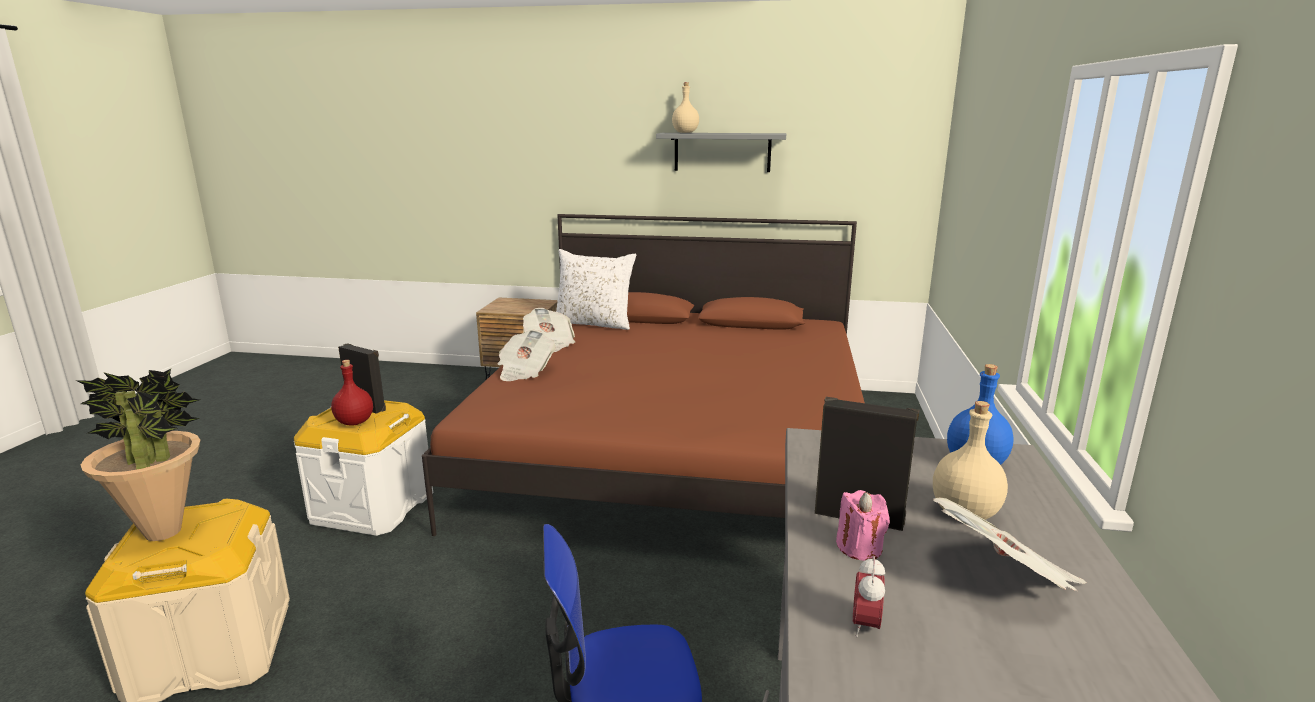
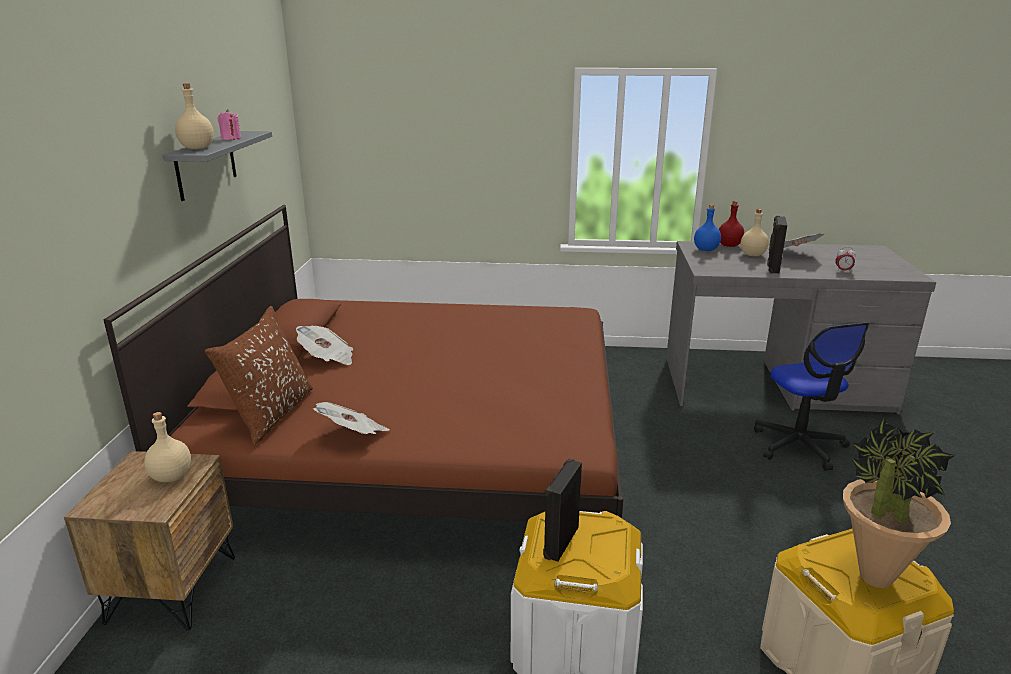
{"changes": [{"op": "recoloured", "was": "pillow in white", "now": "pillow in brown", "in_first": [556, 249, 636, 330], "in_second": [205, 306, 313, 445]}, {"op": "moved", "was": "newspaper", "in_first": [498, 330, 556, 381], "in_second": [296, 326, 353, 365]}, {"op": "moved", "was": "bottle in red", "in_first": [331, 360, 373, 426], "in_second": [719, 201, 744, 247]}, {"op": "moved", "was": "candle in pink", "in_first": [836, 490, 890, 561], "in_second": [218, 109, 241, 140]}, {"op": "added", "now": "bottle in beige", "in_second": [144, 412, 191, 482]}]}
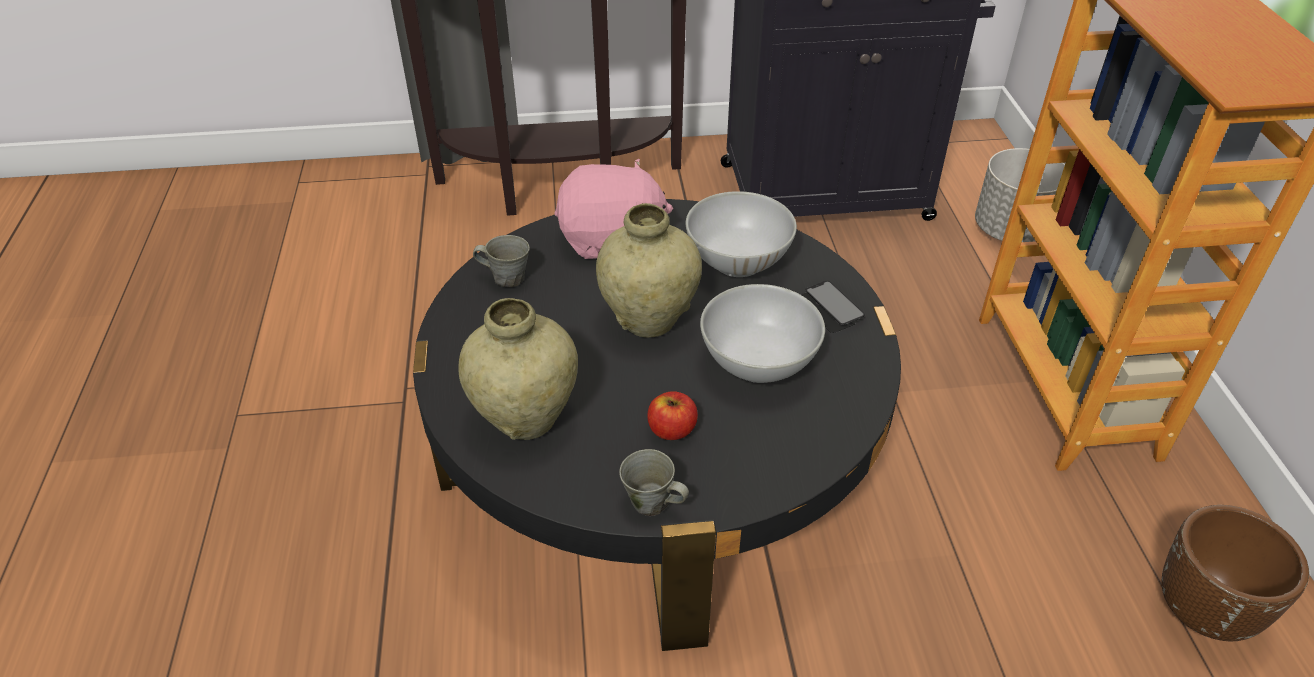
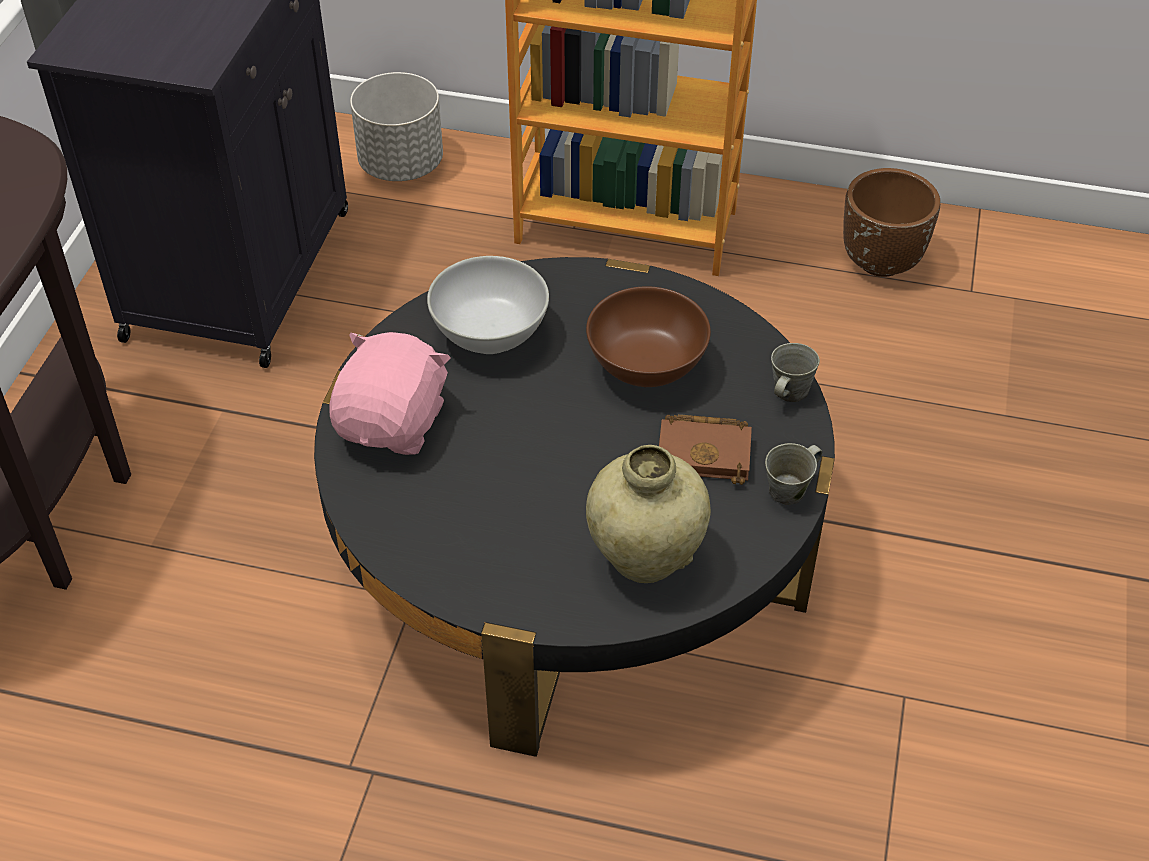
{"changes": [{"op": "removed", "was": "vase in beige", "in_first": [596, 203, 702, 338]}, {"op": "moved", "was": "mug in grey", "in_first": [473, 235, 530, 287], "in_second": [771, 343, 820, 402]}, {"op": "removed", "was": "phone", "in_first": [801, 281, 865, 333]}, {"op": "recoloured", "was": "bowl in white", "now": "bowl in brown", "in_first": [700, 284, 825, 383], "in_second": [586, 286, 711, 387]}, {"op": "replaced", "was": "apple", "now": "book in brown", "in_first": [647, 391, 698, 440], "in_second": [659, 414, 752, 485]}]}
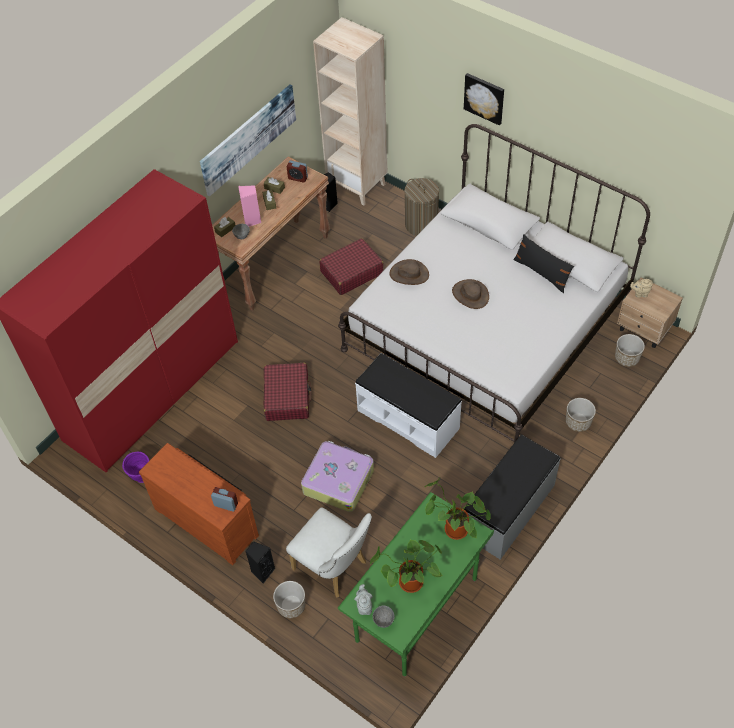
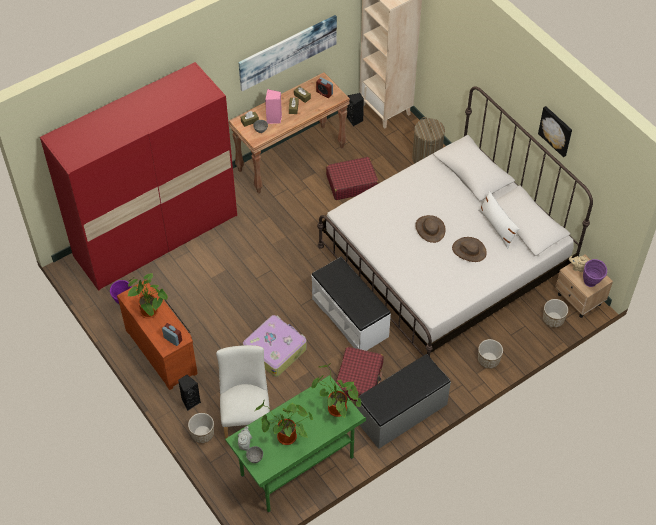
{"changes": [{"op": "moved", "was": "picture", "in_first": [464, 73, 504, 125], "in_second": [538, 106, 572, 157]}, {"op": "recoloured", "was": "pillow in black", "now": "pillow in white", "in_first": [513, 234, 574, 293], "in_second": [478, 191, 519, 249]}, {"op": "moved", "was": "hat in brown", "in_first": [389, 259, 429, 285], "in_second": [452, 237, 487, 262]}, {"op": "moved", "was": "suitcase in red", "in_first": [263, 363, 312, 421], "in_second": [336, 347, 384, 401]}, {"op": "turned", "was": "chair in white", "in_first": [286, 507, 372, 598], "in_second": [216, 345, 270, 441], "clockwise": -150}, {"op": "added", "now": "vase in purple", "in_second": [583, 259, 607, 287]}, {"op": "added", "now": "potted plant", "in_second": [128, 273, 168, 319]}]}
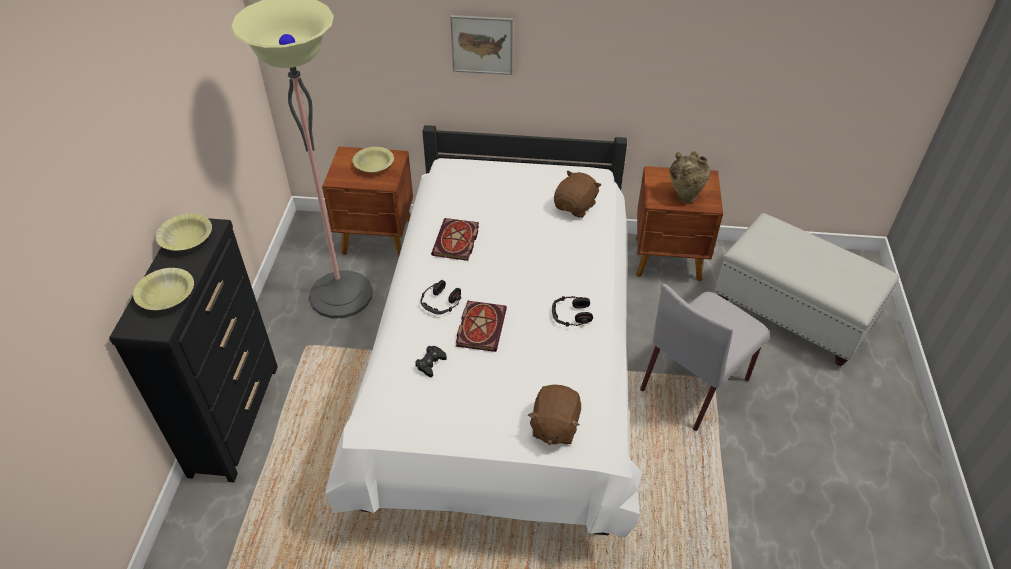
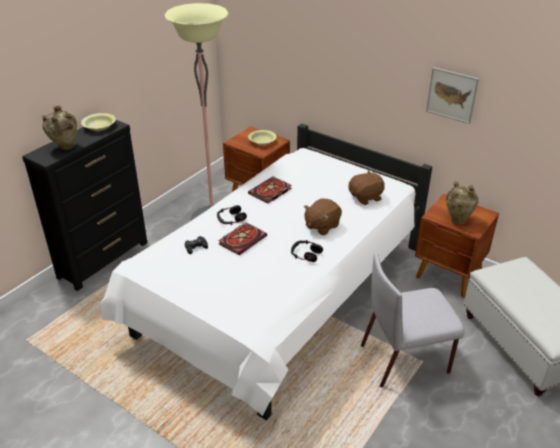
{"changes": [{"op": "moved", "was": "picture", "in_first": [450, 15, 513, 75], "in_second": [426, 67, 479, 124]}, {"op": "replaced", "was": "bowl in yellow", "now": "vase in beige", "in_first": [133, 268, 194, 310], "in_second": [42, 106, 77, 150]}, {"op": "moved", "was": "plush toy in brown", "in_first": [528, 384, 581, 445], "in_second": [304, 198, 342, 235]}]}
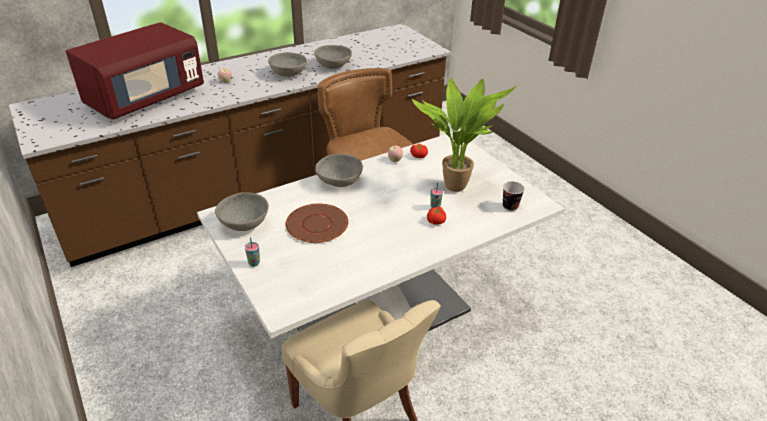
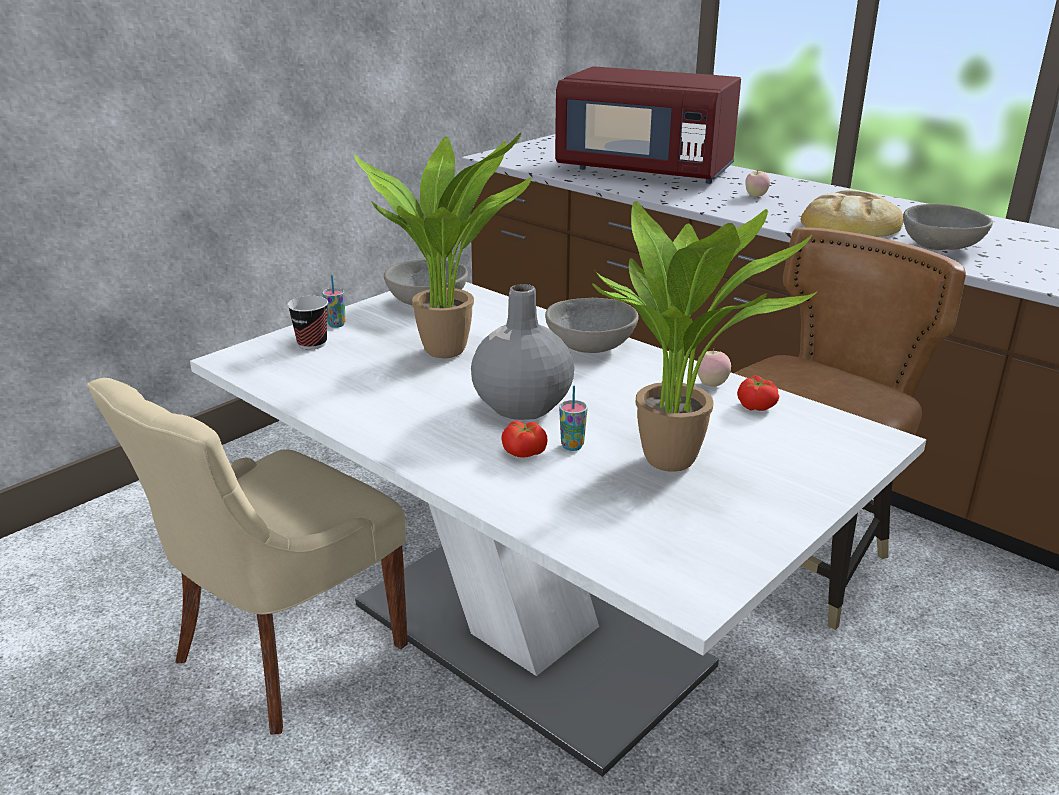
{"changes": [{"op": "replaced", "was": "bowl in grey", "now": "bread", "in_first": [268, 52, 307, 77], "in_second": [801, 190, 904, 237]}, {"op": "moved", "was": "cup", "in_first": [503, 181, 525, 211], "in_second": [287, 296, 328, 350]}, {"op": "replaced", "was": "plate in brown", "now": "potted plant", "in_first": [286, 203, 349, 243], "in_second": [354, 132, 532, 358]}, {"op": "added", "now": "vase in grey", "in_second": [471, 284, 574, 420]}]}
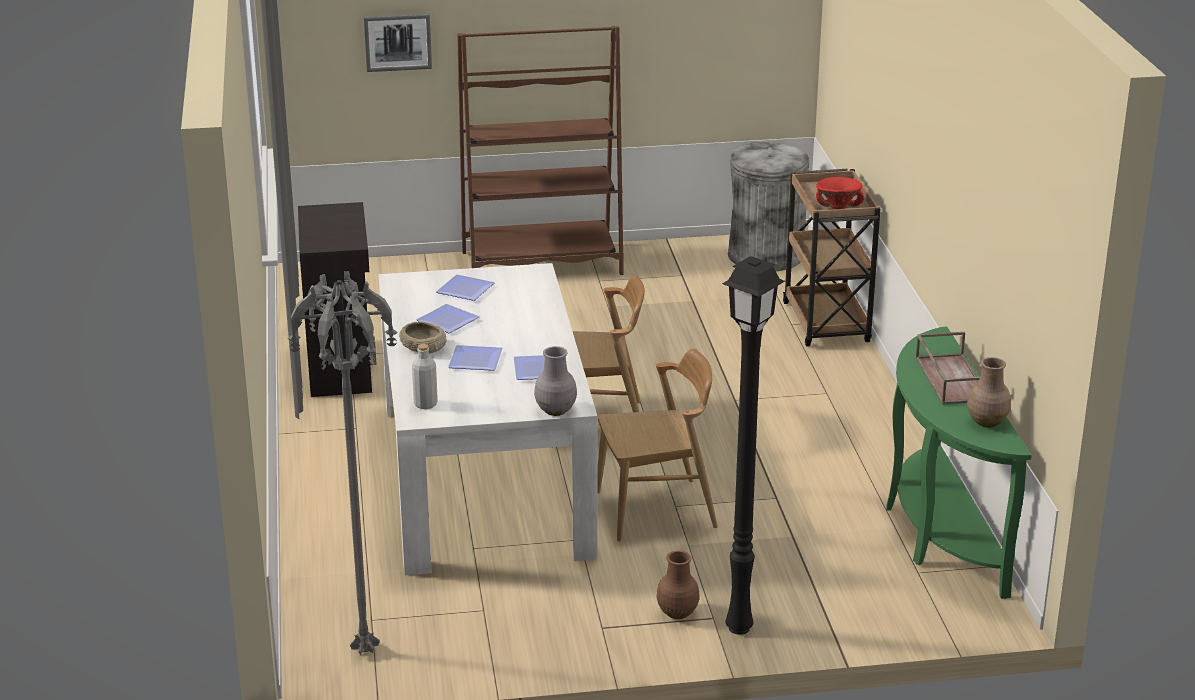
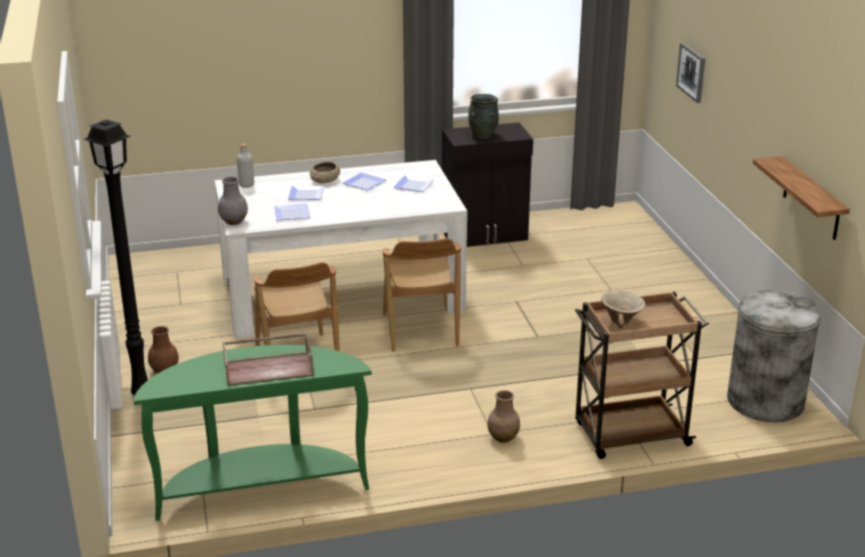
{"changes": [{"op": "removed", "was": "bookcase in brown", "in_first": [457, 26, 624, 275]}, {"op": "recoloured", "was": "bowl in red", "now": "bowl in beige", "in_first": [816, 177, 864, 209], "in_second": [601, 291, 646, 328]}, {"op": "removed", "was": "floor lamp in grey", "in_first": [288, 271, 397, 655]}, {"op": "moved", "was": "vase in brown", "in_first": [967, 357, 1011, 427], "in_second": [487, 390, 520, 443]}, {"op": "added", "now": "vase in grey", "in_second": [468, 94, 499, 139]}, {"op": "added", "now": "shelf", "in_second": [753, 156, 850, 240]}]}
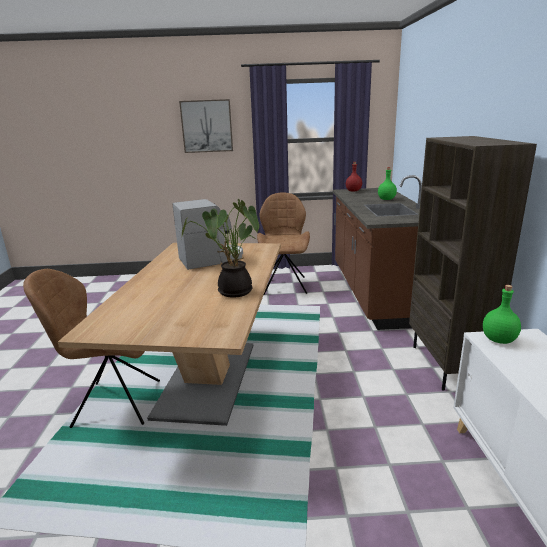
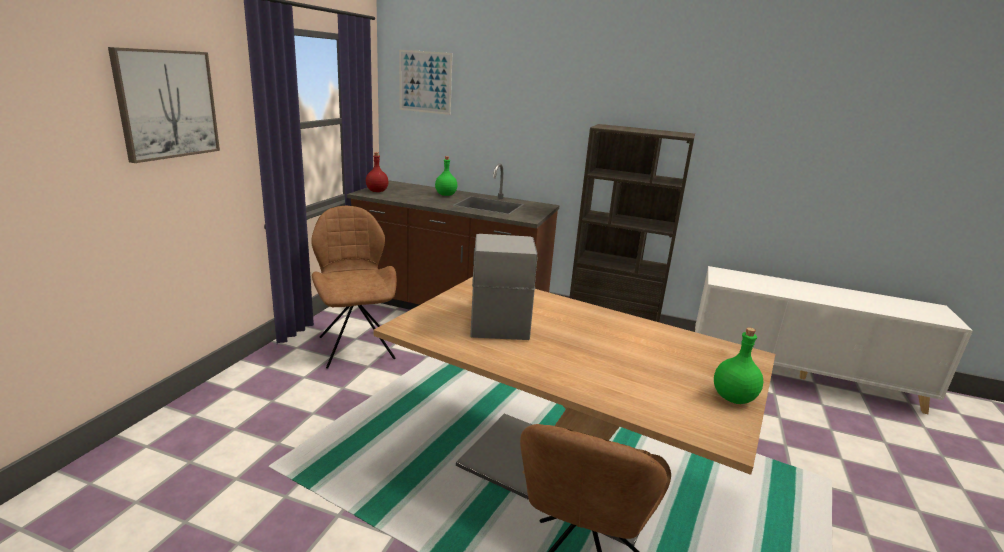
{"changes": [{"op": "turned", "was": "chair in brown", "in_first": [257, 192, 310, 295], "in_second": [311, 206, 397, 369], "clockwise": 45}, {"op": "removed", "was": "potted plant", "in_first": [182, 199, 259, 298]}, {"op": "moved", "was": "bottle in green", "in_first": [483, 285, 521, 344], "in_second": [714, 328, 763, 404]}, {"op": "added", "now": "picture", "in_second": [399, 50, 452, 115]}]}
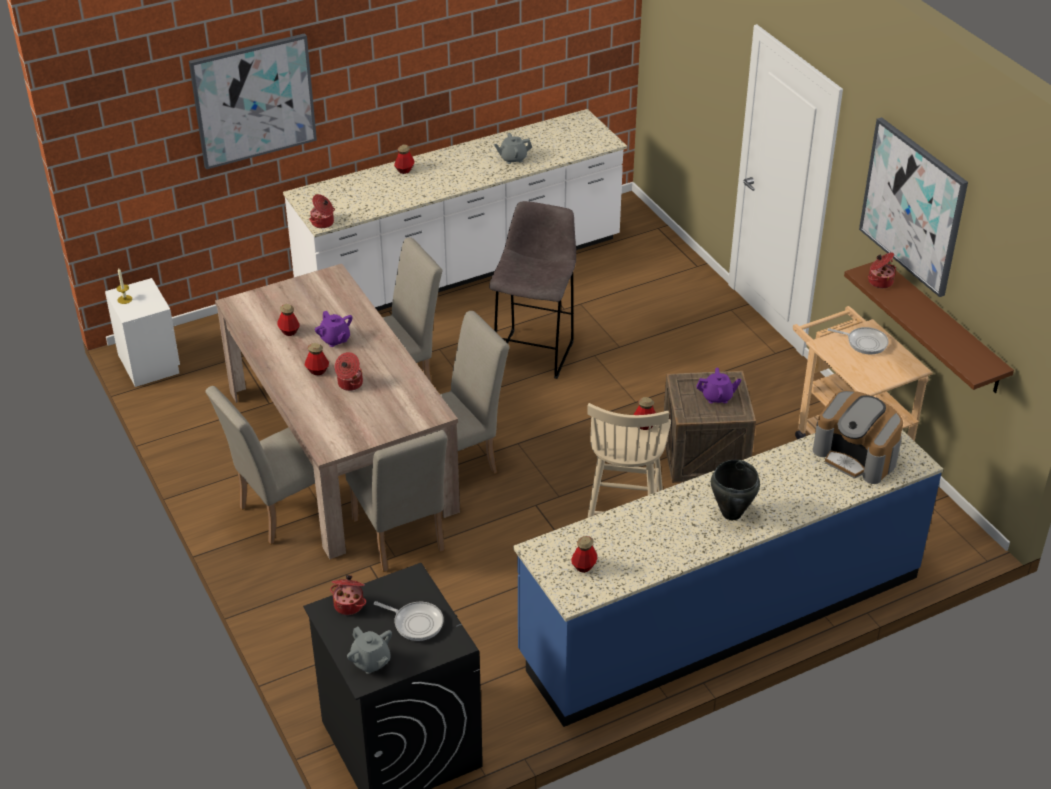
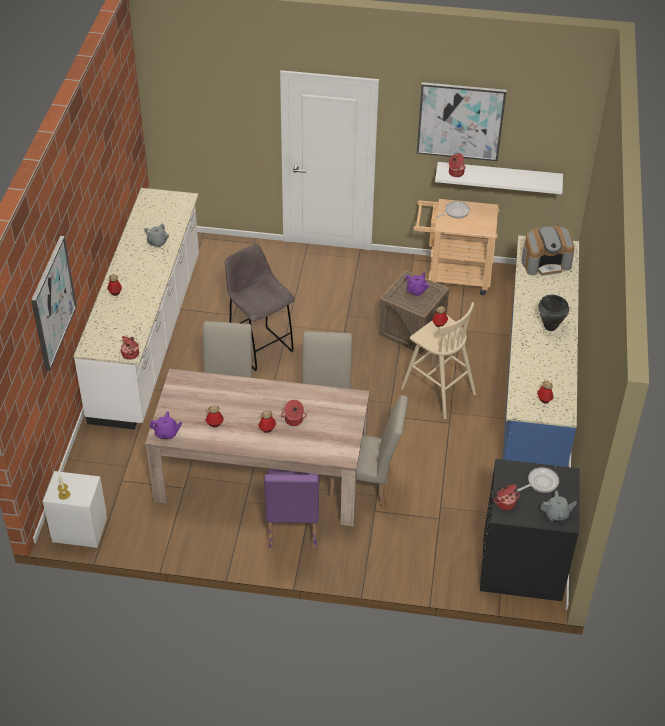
{"changes": [{"op": "recoloured", "was": "shelf in brown", "now": "shelf in white", "in_first": [844, 261, 1014, 393], "in_second": [435, 162, 563, 194]}, {"op": "moved", "was": "teapot in purple", "in_first": [315, 311, 353, 347], "in_second": [150, 411, 182, 439]}, {"op": "recoloured", "was": "chair in beige", "now": "chair in purple", "in_first": [205, 386, 315, 544], "in_second": [264, 469, 319, 548]}]}
